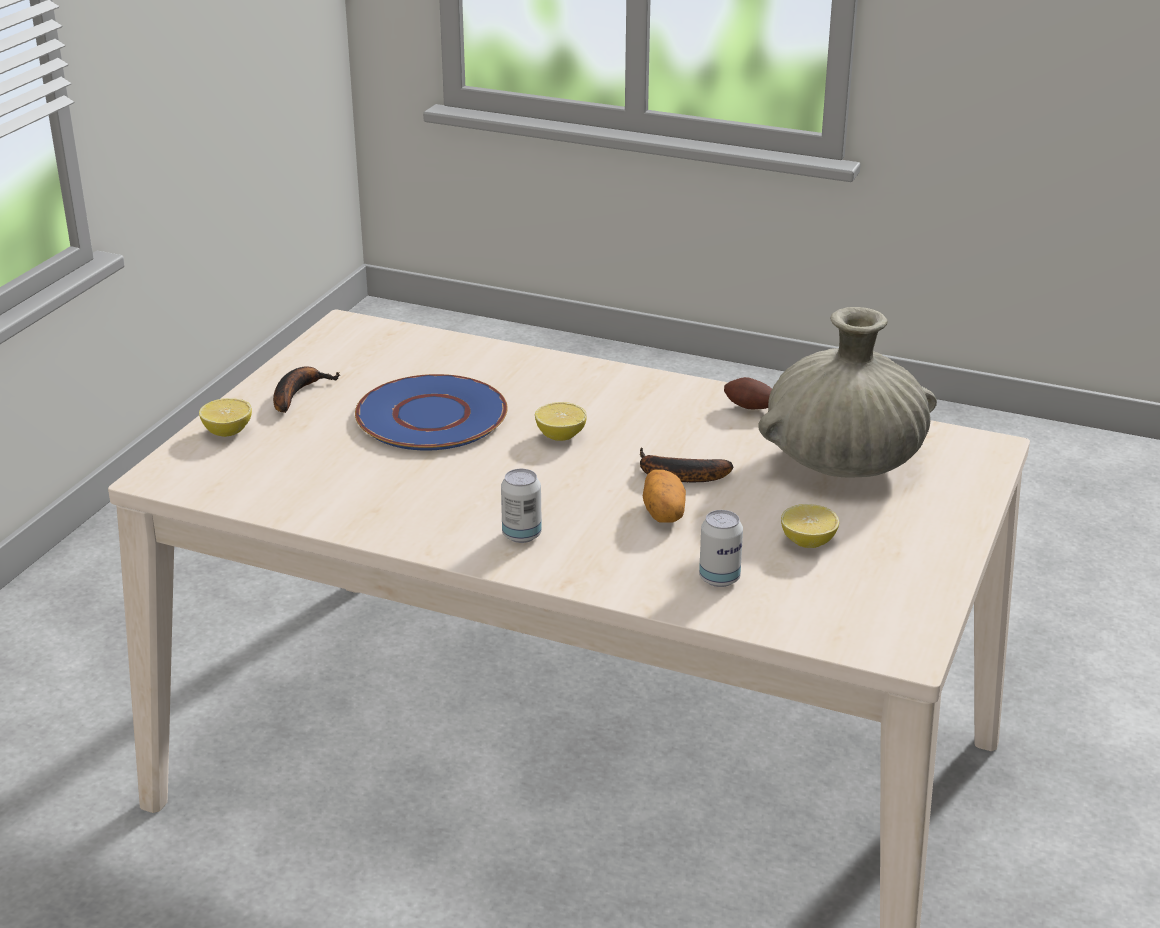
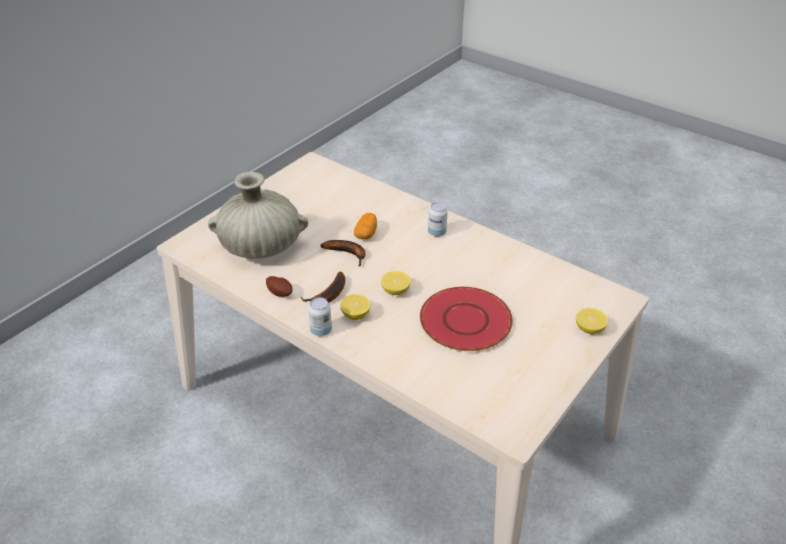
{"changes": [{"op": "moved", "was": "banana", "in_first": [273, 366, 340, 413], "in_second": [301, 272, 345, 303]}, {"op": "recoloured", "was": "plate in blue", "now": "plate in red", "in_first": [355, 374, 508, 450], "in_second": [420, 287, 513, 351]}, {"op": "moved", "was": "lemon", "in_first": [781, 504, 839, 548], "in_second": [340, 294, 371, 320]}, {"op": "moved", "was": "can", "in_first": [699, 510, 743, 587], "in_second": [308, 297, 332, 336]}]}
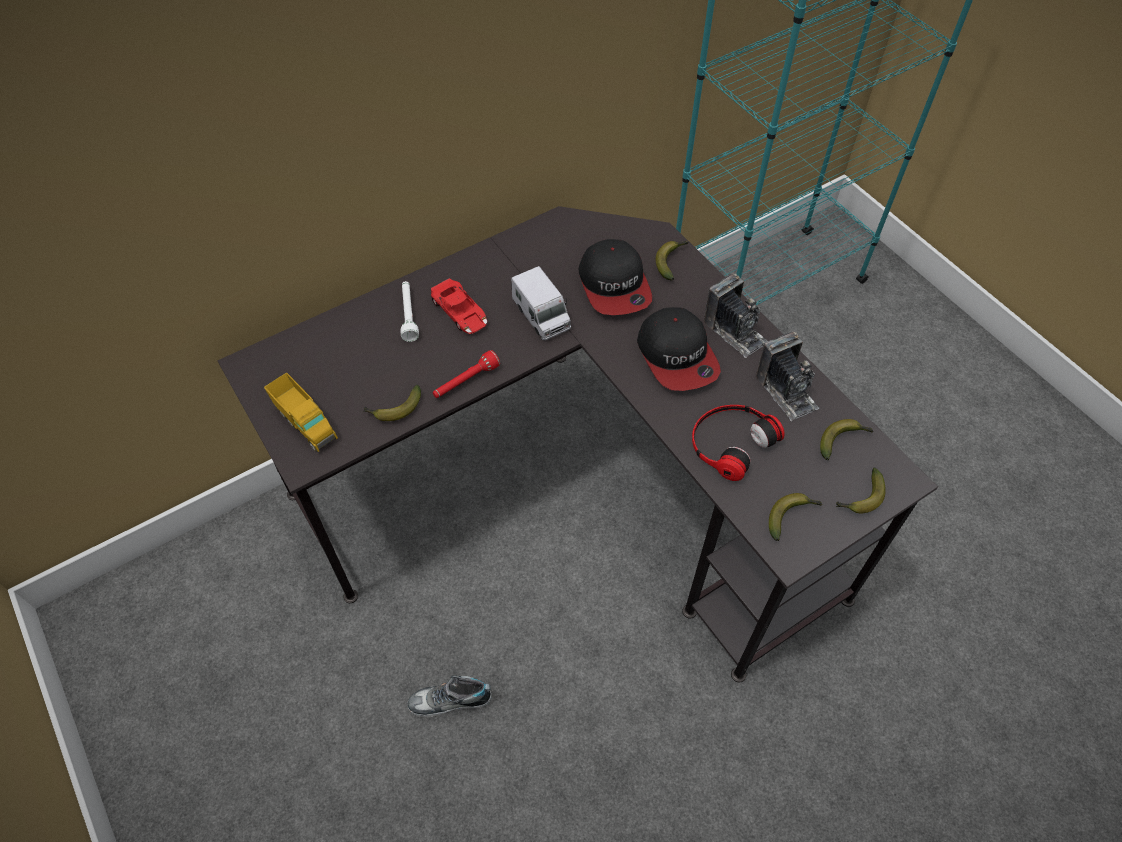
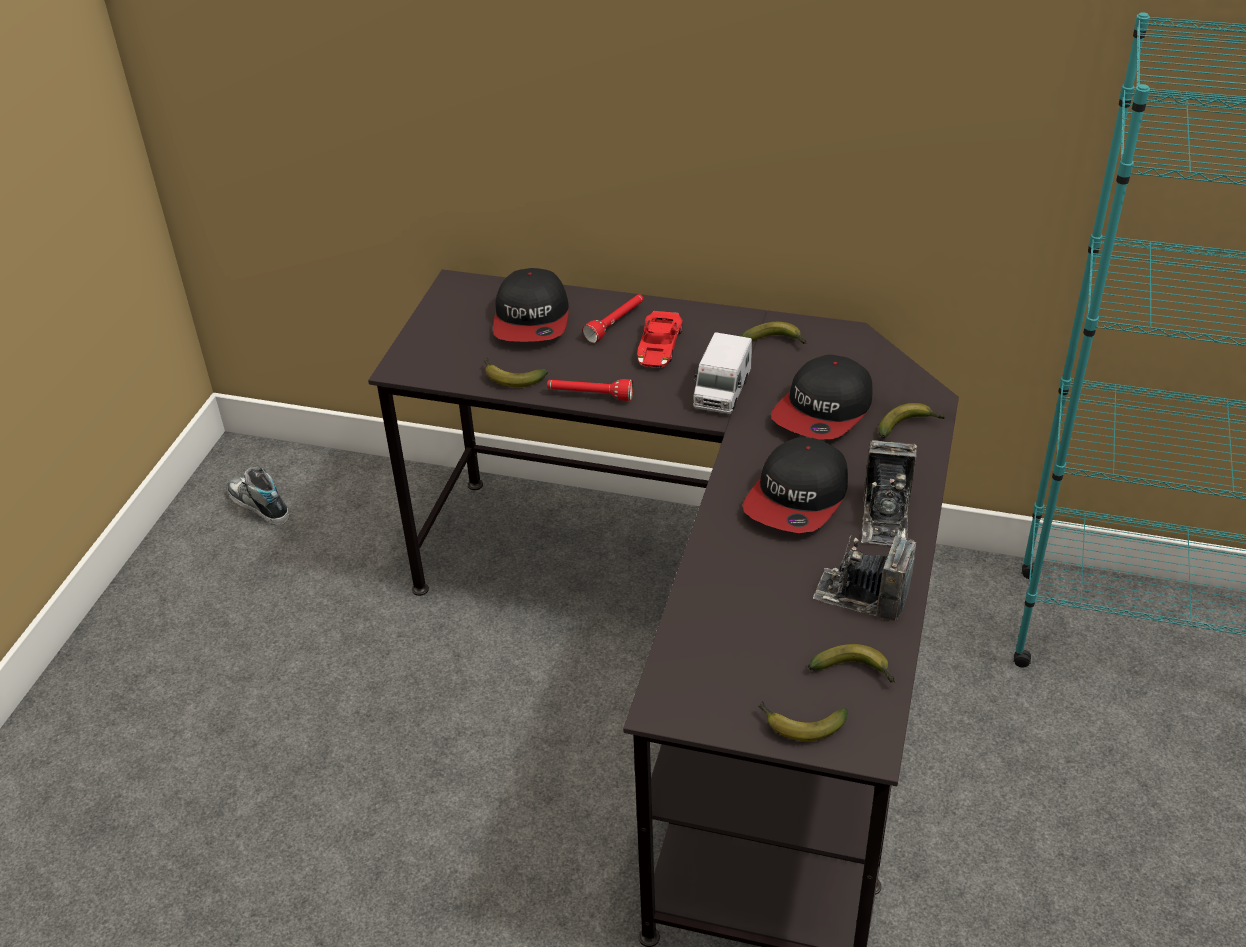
{"changes": [{"op": "recoloured", "was": "flashlight in white", "now": "flashlight in red", "in_first": [401, 281, 419, 342], "in_second": [582, 294, 644, 343]}, {"op": "turned", "was": "photo camera", "in_first": [756, 331, 819, 421], "in_second": [813, 535, 916, 621], "clockwise": 90}, {"op": "removed", "was": "toy truck", "in_first": [264, 373, 338, 452]}, {"op": "removed", "was": "headphones", "in_first": [692, 405, 785, 481]}, {"op": "moved", "was": "banana", "in_first": [769, 493, 822, 541], "in_second": [741, 322, 807, 344]}, {"op": "moved", "was": "shoe", "in_first": [407, 675, 492, 717], "in_second": [227, 466, 289, 526]}, {"op": "added", "now": "cap", "in_second": [493, 268, 569, 342]}]}
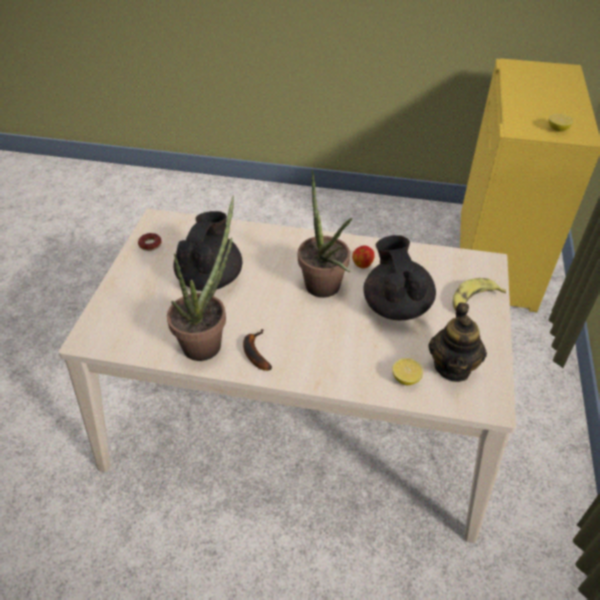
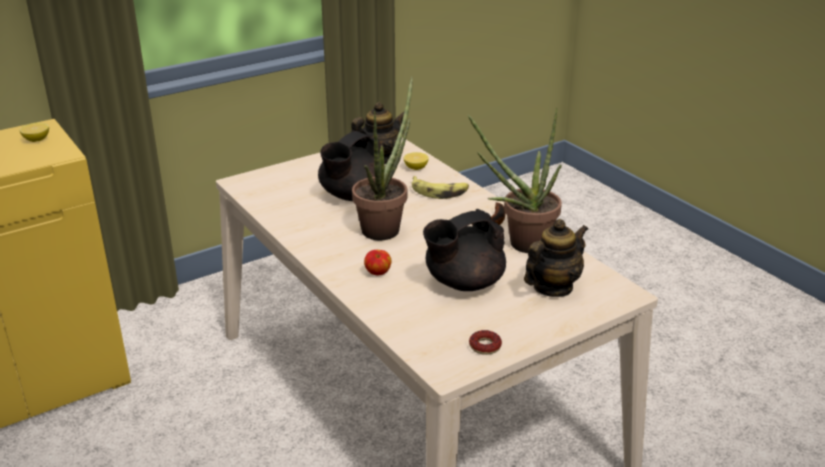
{"changes": [{"op": "moved", "was": "apple", "in_first": [352, 245, 375, 268], "in_second": [364, 250, 391, 275]}, {"op": "moved", "was": "banana", "in_first": [453, 278, 506, 311], "in_second": [412, 176, 469, 199]}, {"op": "added", "now": "teapot", "in_second": [524, 219, 588, 297]}]}
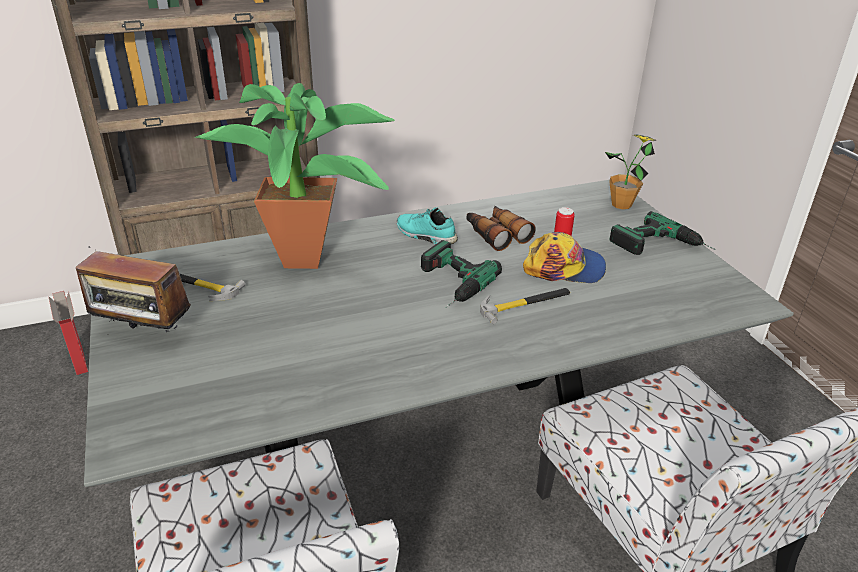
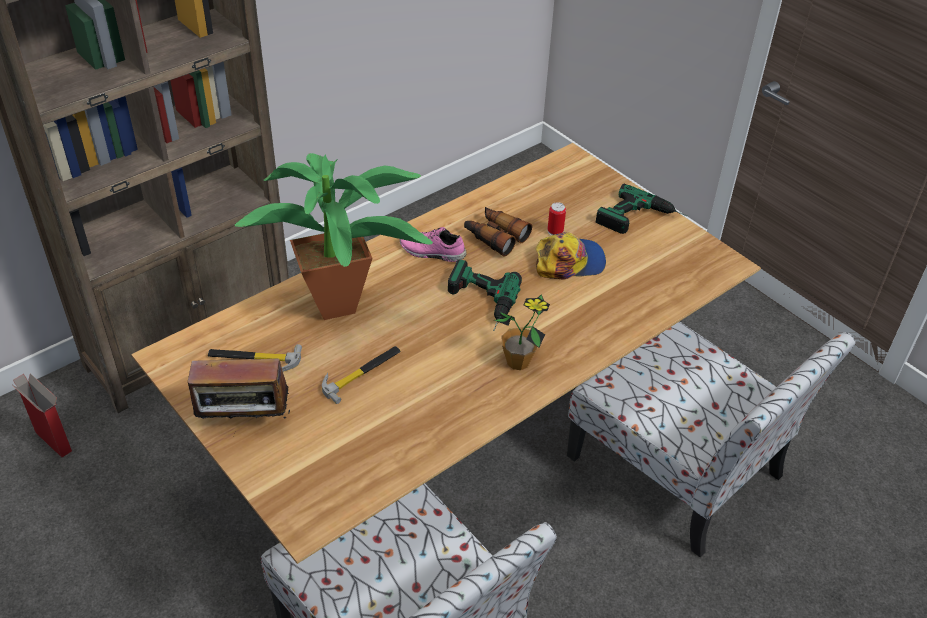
{"changes": [{"op": "moved", "was": "potted plant", "in_first": [605, 134, 656, 209], "in_second": [494, 294, 550, 370]}, {"op": "recoloured", "was": "dining table in grey", "now": "dining table in brown", "in_first": [84, 180, 794, 487], "in_second": [131, 143, 761, 564]}, {"op": "recoloured", "was": "shoe in turquoise", "now": "shoe in pink", "in_first": [397, 208, 458, 244], "in_second": [400, 227, 467, 262]}, {"op": "moved", "was": "hammer", "in_first": [480, 288, 570, 324], "in_second": [322, 346, 400, 404]}]}
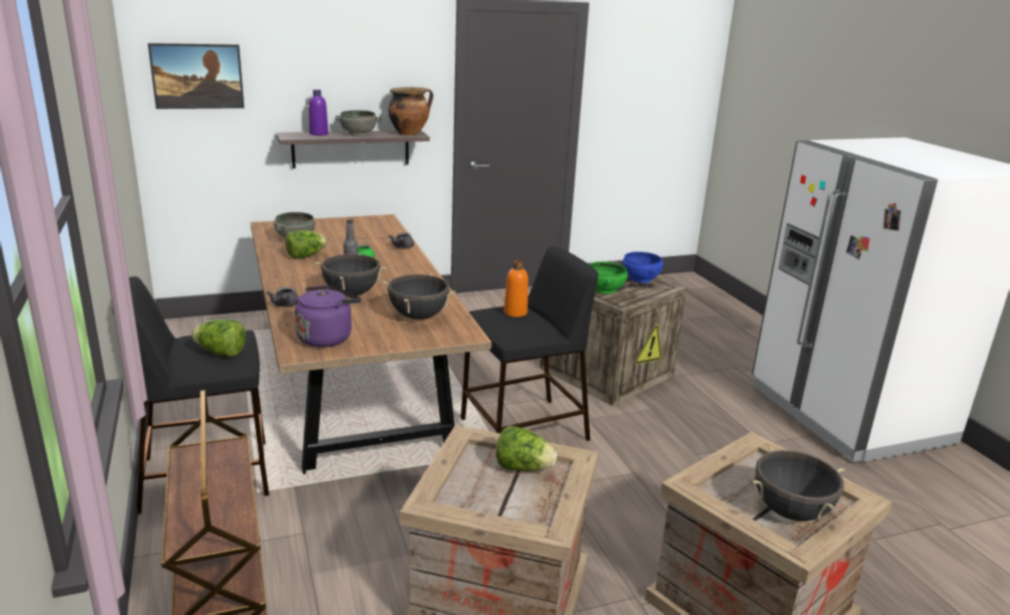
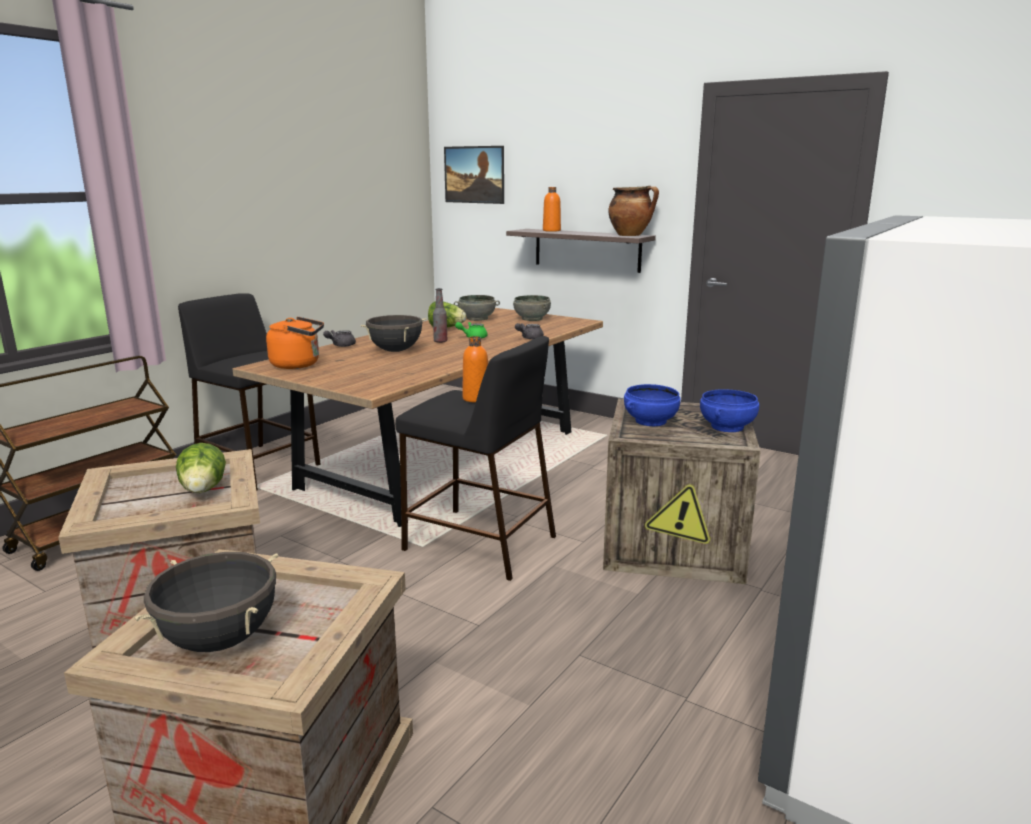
{"changes": [{"op": "recoloured", "was": "bottle in purple", "now": "bottle in orange", "in_first": [309, 90, 328, 136], "in_second": [543, 187, 561, 232]}, {"op": "moved", "was": "bowl in grey", "in_first": [335, 110, 381, 136], "in_second": [513, 295, 551, 321]}, {"op": "recoloured", "was": "bowl in green", "now": "bowl in blue", "in_first": [589, 262, 628, 294], "in_second": [624, 384, 681, 426]}, {"op": "removed", "was": "cooking pot in black", "in_first": [383, 274, 456, 320]}, {"op": "recoloured", "was": "kettle in purple", "now": "kettle in orange", "in_first": [295, 285, 361, 347], "in_second": [266, 317, 324, 369]}, {"op": "removed", "was": "lettuce", "in_first": [191, 319, 246, 357]}]}
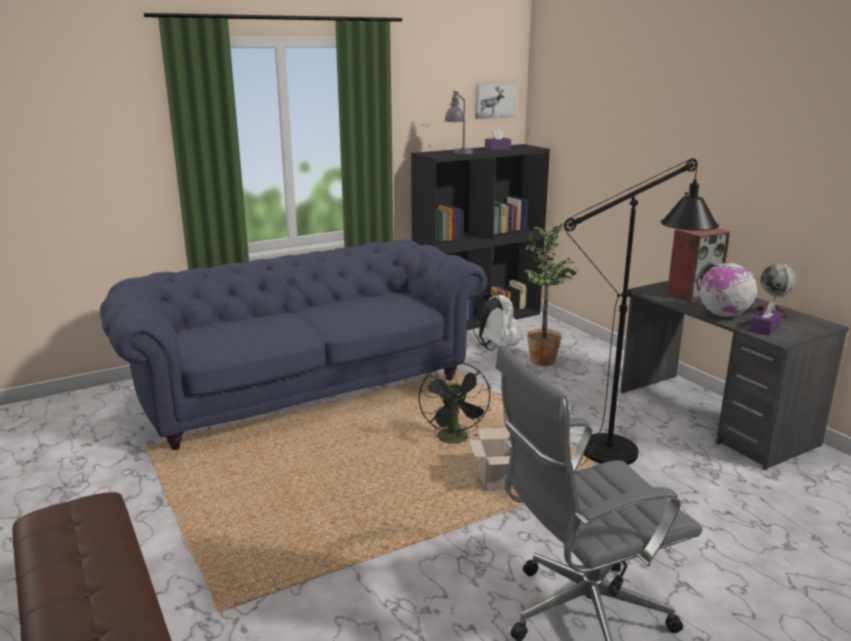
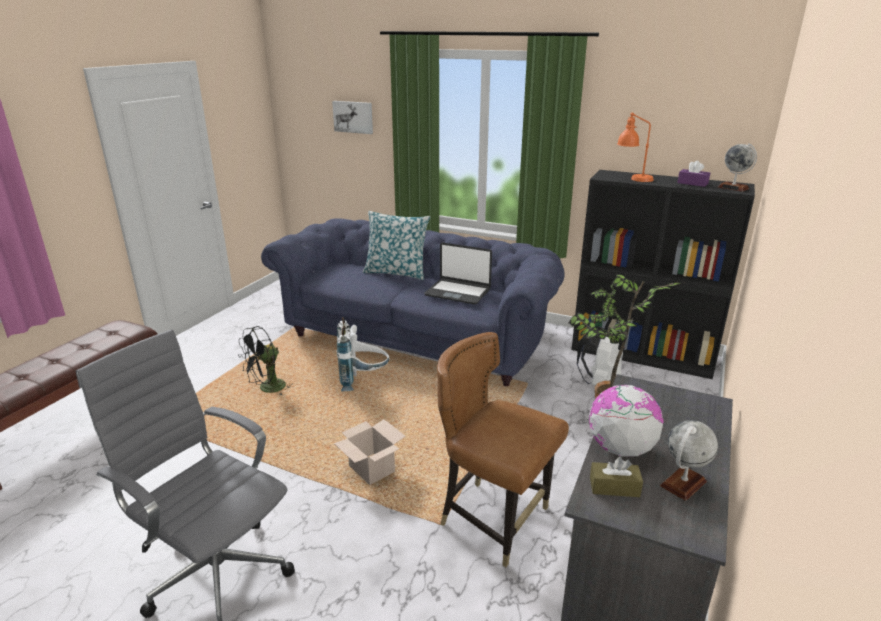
{"changes": [{"op": "moved", "was": "picture", "in_first": [475, 83, 518, 119], "in_second": [332, 101, 373, 134]}, {"op": "recoloured", "was": "table lamp in grey", "now": "table lamp in orange", "in_first": [445, 91, 474, 154], "in_second": [617, 113, 654, 182]}, {"op": "replaced", "was": "floor lamp in black", "now": "chair in brown", "in_first": [564, 158, 719, 466], "in_second": [437, 332, 569, 567]}, {"op": "removed", "was": "speaker", "in_first": [667, 228, 730, 302]}, {"op": "recoloured", "was": "tissue box in purple", "now": "tissue box in brown", "in_first": [750, 301, 782, 335], "in_second": [590, 457, 643, 497]}, {"op": "moved", "was": "fan in black", "in_first": [419, 362, 491, 444], "in_second": [238, 326, 293, 396]}, {"op": "added", "now": "globe", "in_second": [718, 143, 757, 192]}, {"op": "added", "now": "pillow", "in_second": [363, 211, 430, 280]}, {"op": "added", "now": "laptop", "in_second": [424, 243, 492, 304]}, {"op": "added", "now": "backpack in white", "in_second": [337, 317, 389, 391]}]}
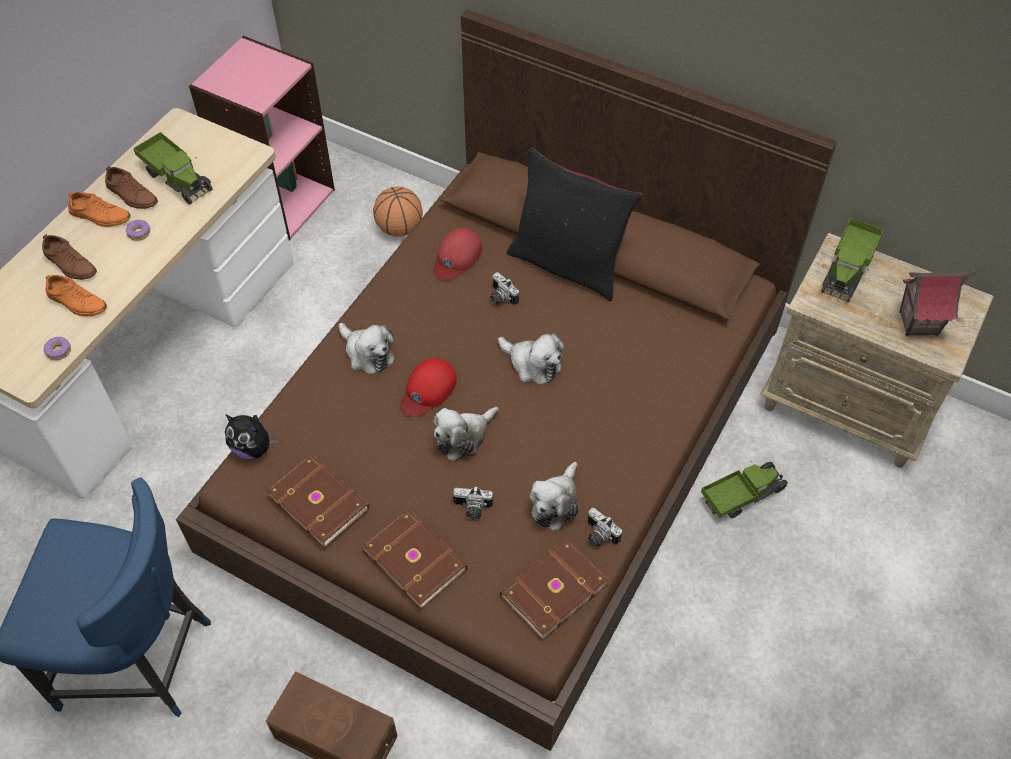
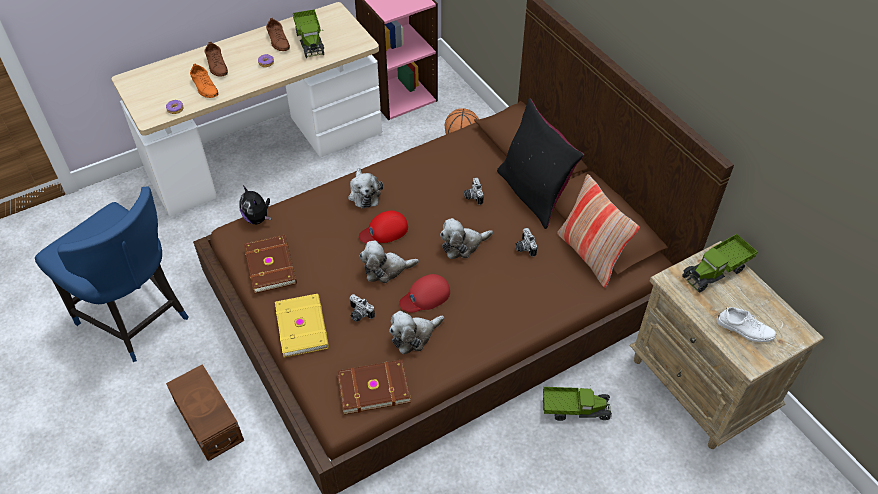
{"changes": [{"op": "removed", "was": "shoe in orange", "in_first": [68, 192, 131, 227]}, {"op": "moved", "was": "cap in red", "in_first": [433, 228, 482, 280], "in_second": [399, 274, 450, 313]}, {"op": "replaced", "was": "toy house", "now": "shoe in white", "in_first": [899, 272, 976, 336], "in_second": [717, 307, 776, 342]}, {"op": "turned", "was": "plush toy", "in_first": [498, 334, 564, 384], "in_second": [440, 218, 493, 259], "clockwise": 90}, {"op": "moved", "was": "photo camera", "in_first": [587, 508, 622, 547], "in_second": [515, 228, 537, 257]}, {"op": "recoloured", "was": "book in brown", "now": "book in yellow", "in_first": [362, 509, 467, 609], "in_second": [275, 294, 329, 358]}, {"op": "added", "now": "pillow", "in_second": [557, 174, 640, 288]}]}
